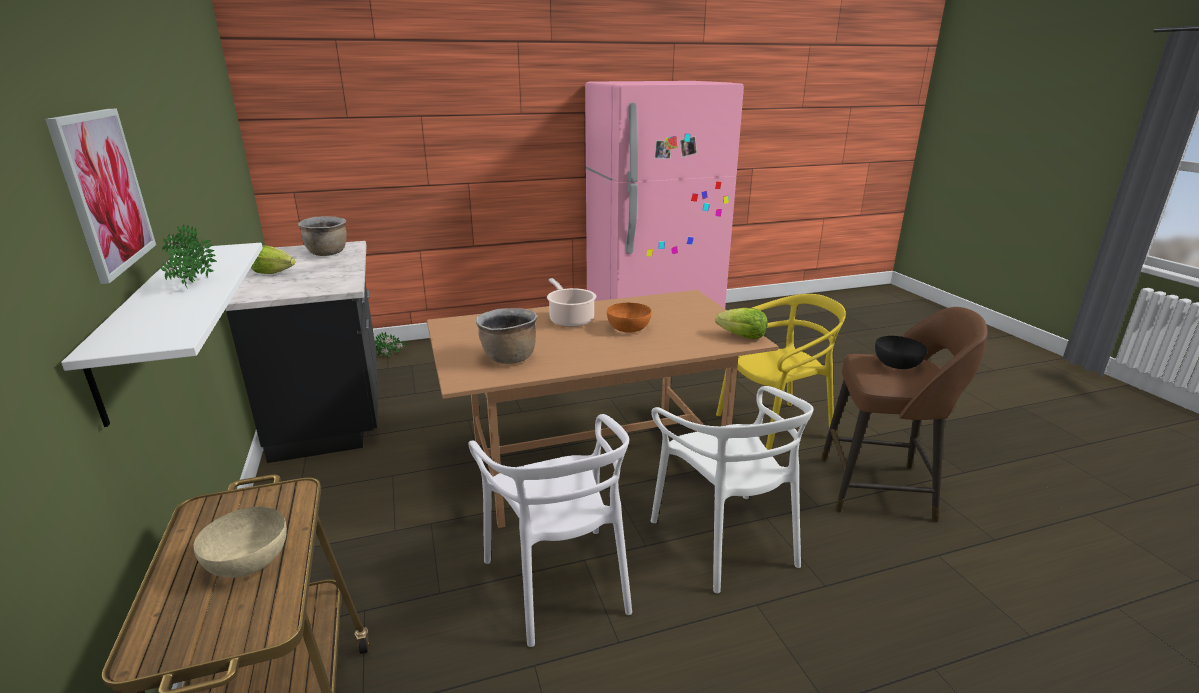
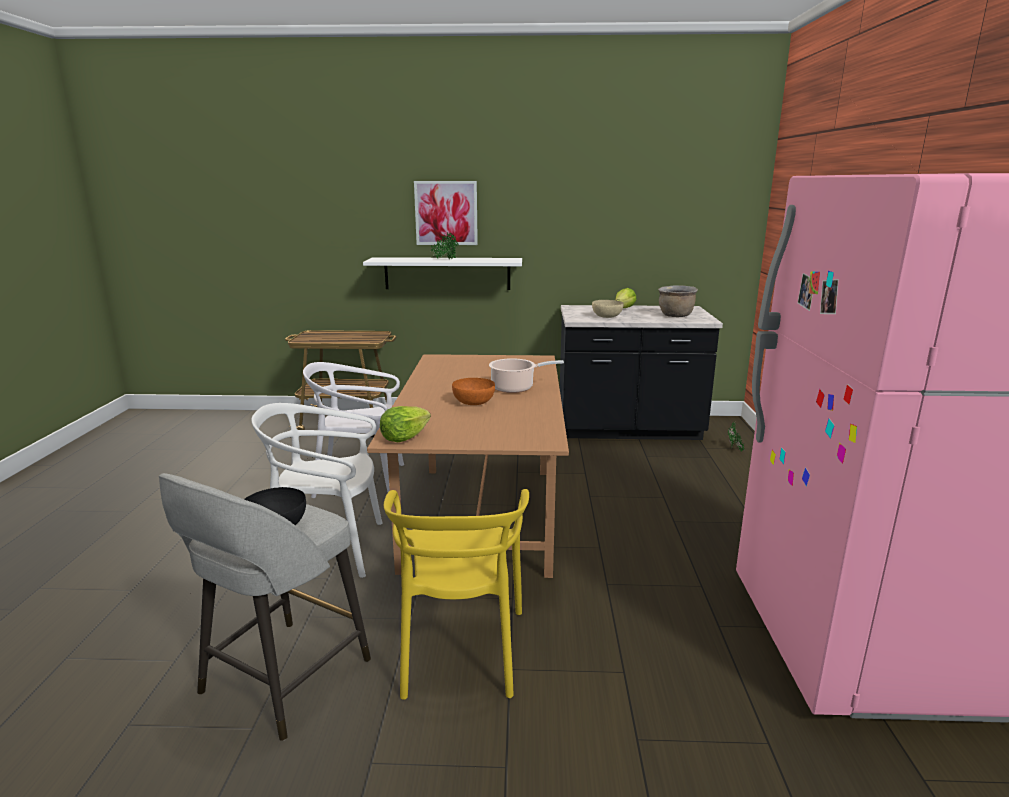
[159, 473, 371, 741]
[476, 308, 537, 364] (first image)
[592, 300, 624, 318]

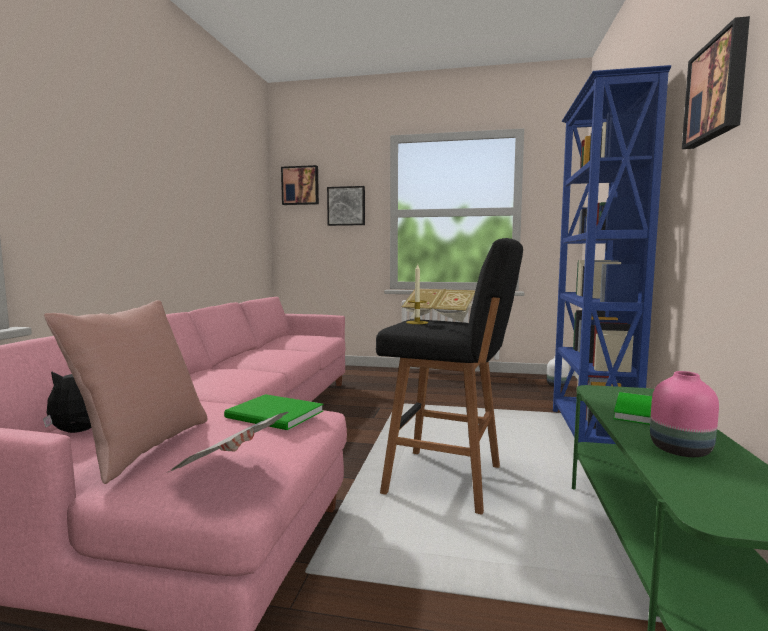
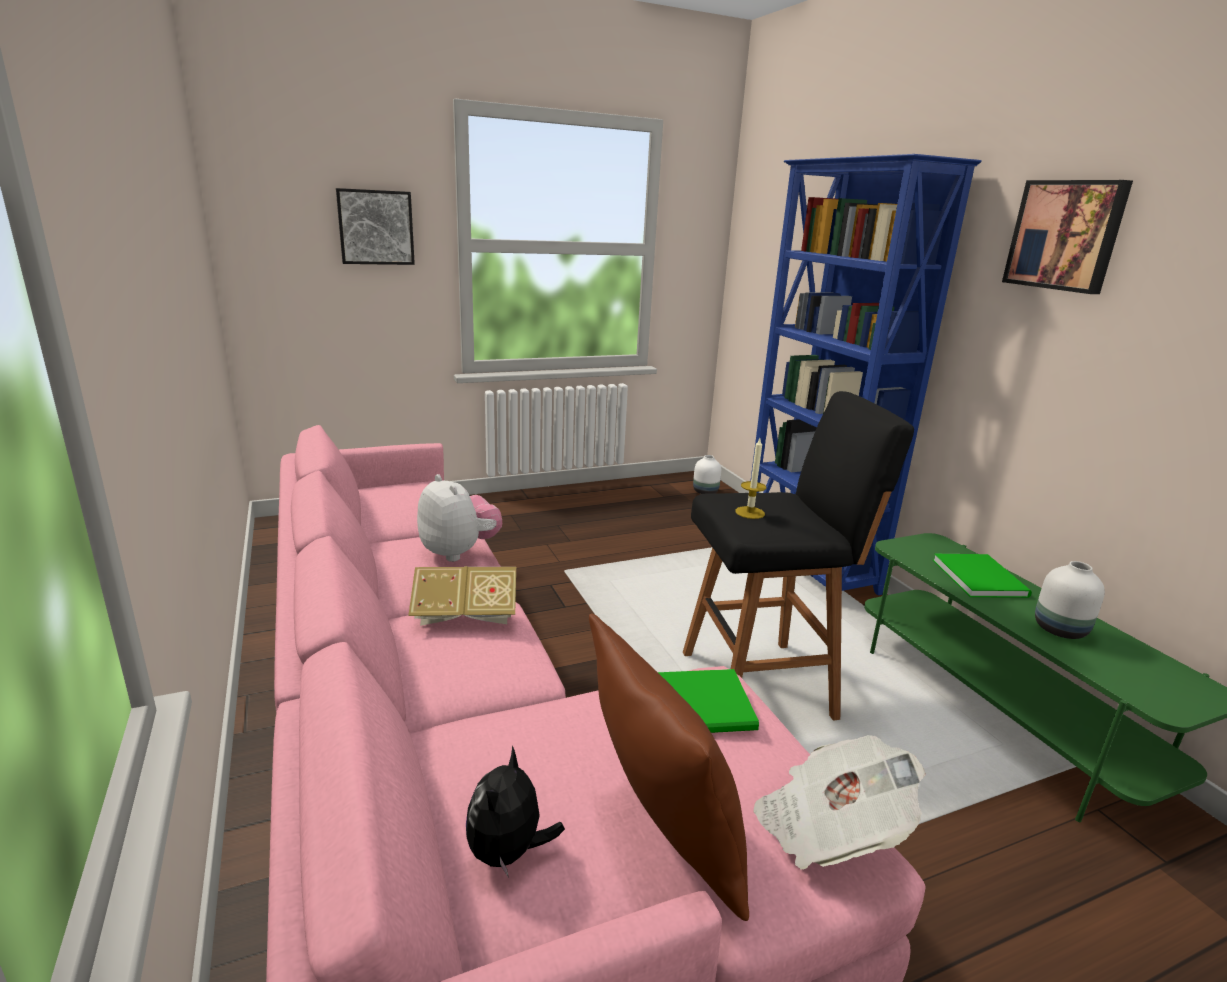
[281, 165, 319, 205] (first image)
[408, 566, 516, 626]
[589, 613, 749, 921]
[1035, 561, 1105, 639]
[417, 474, 502, 562]

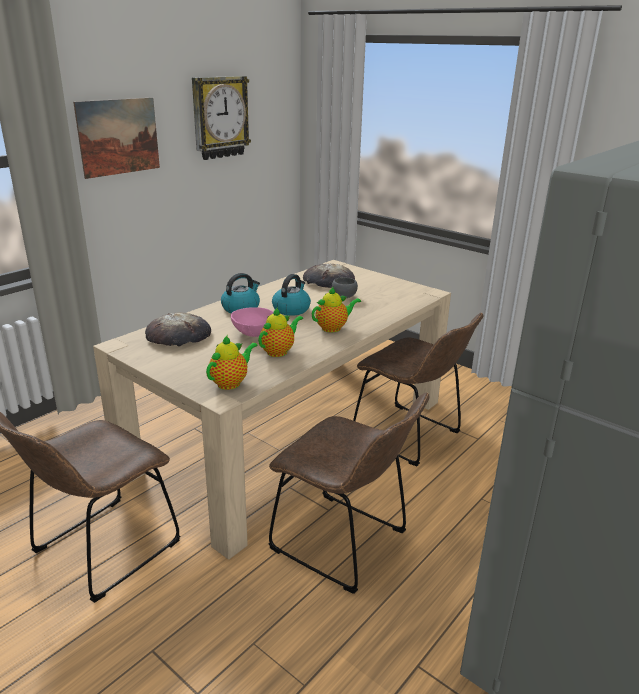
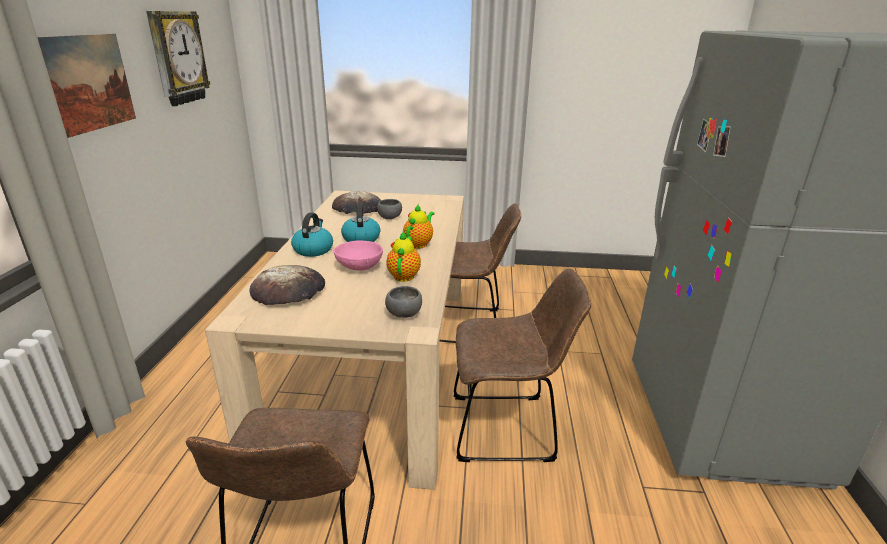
[385, 286, 422, 318]

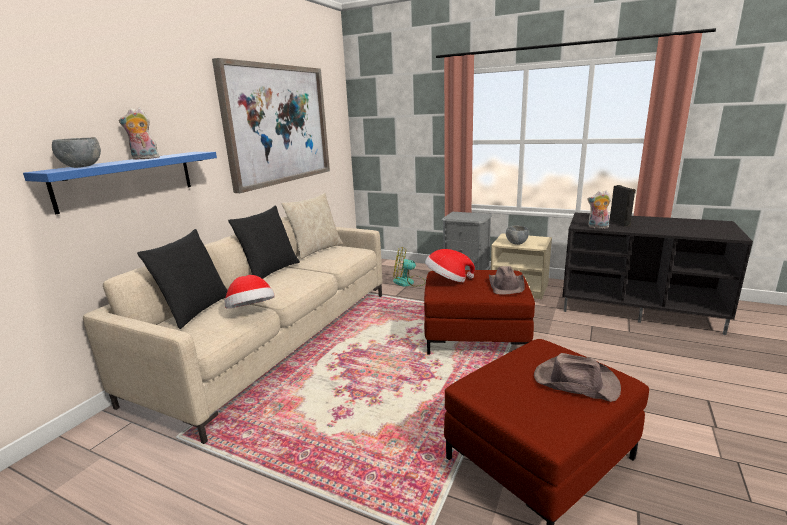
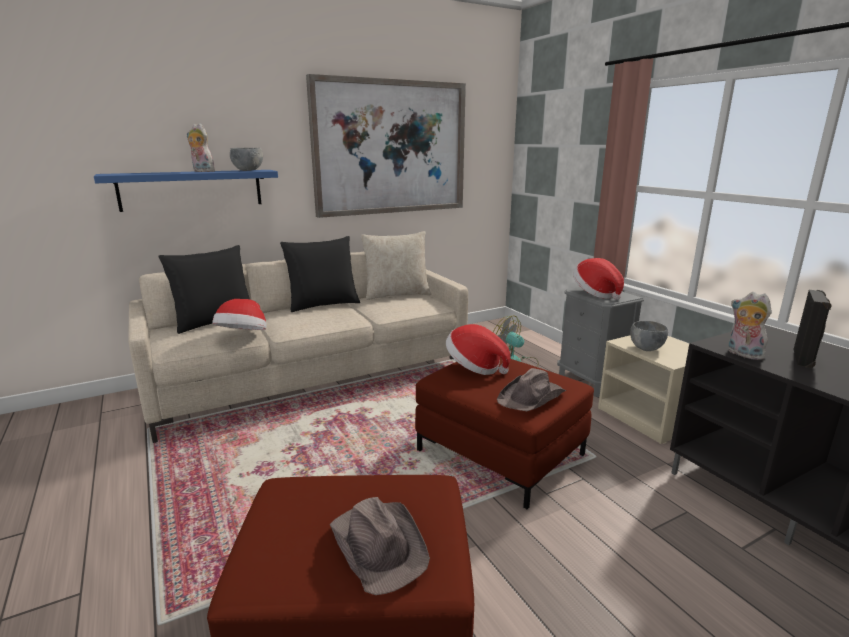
[230, 148, 263, 171]
[573, 258, 624, 300]

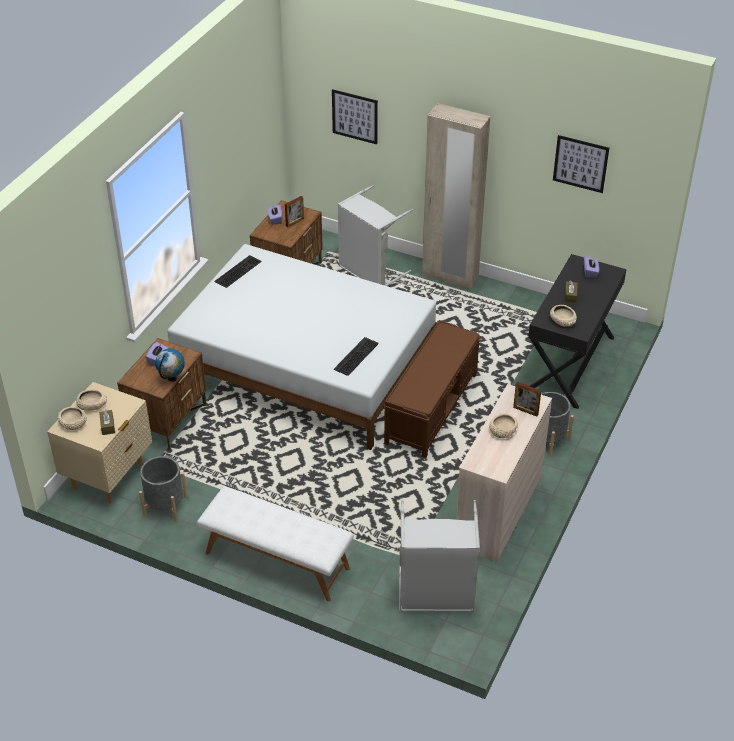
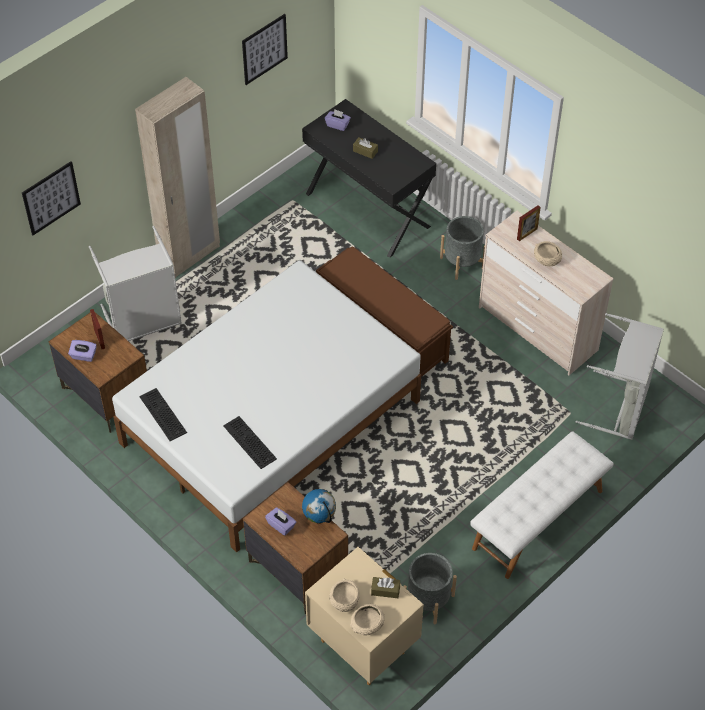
[550, 305, 577, 327] (first image)
[223, 416, 277, 469]

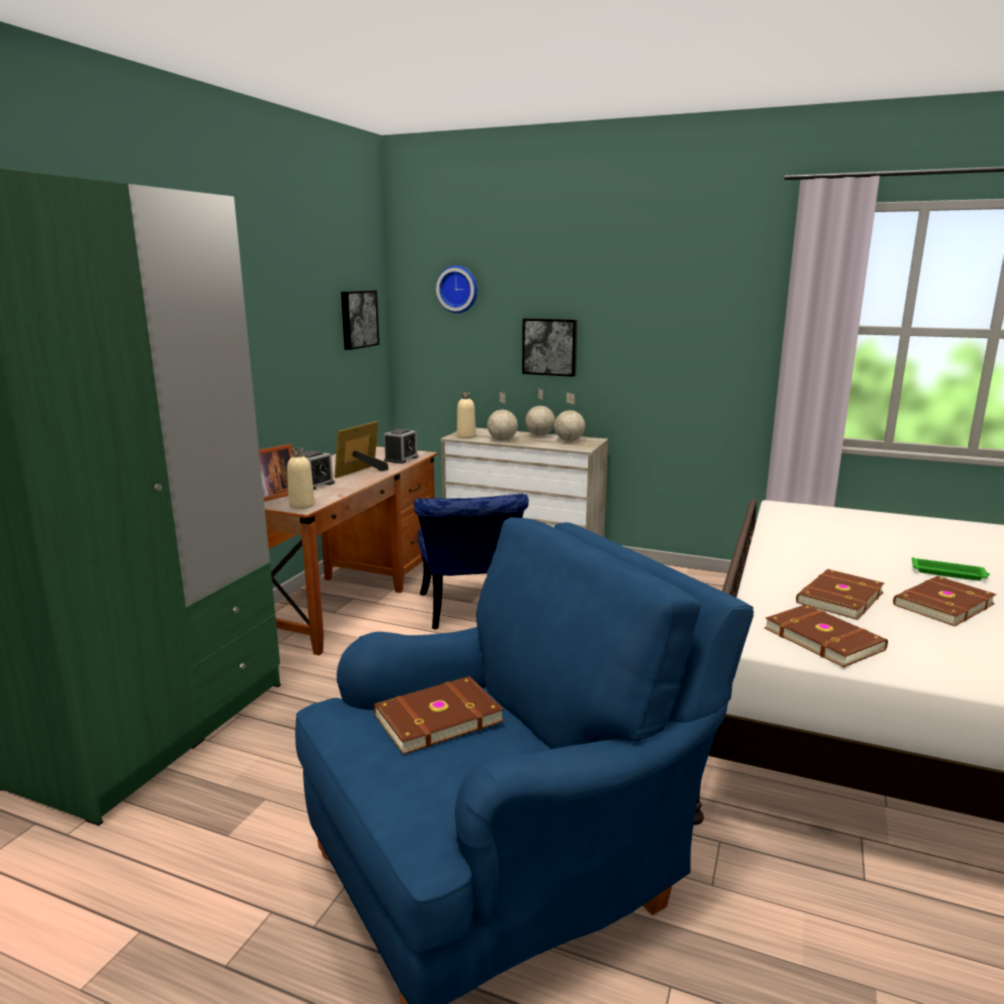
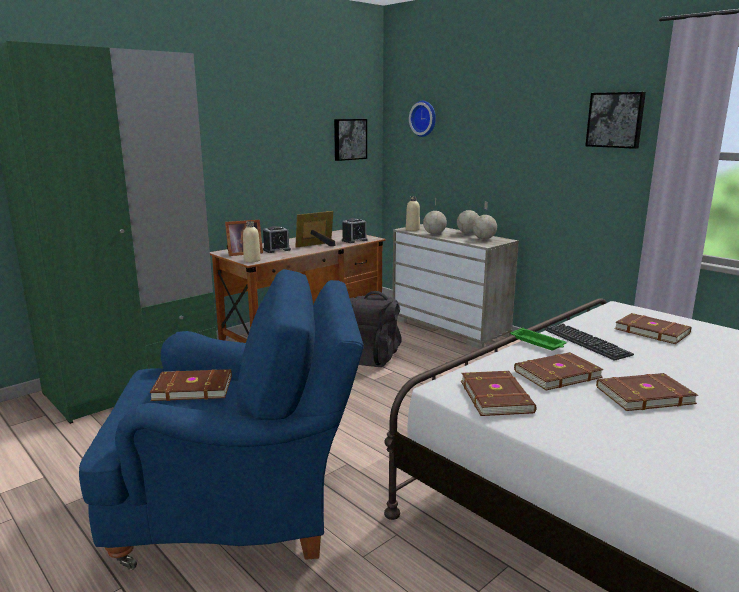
[585, 92, 646, 149]
[350, 291, 402, 367]
[510, 328, 567, 350]
[615, 313, 691, 344]
[544, 323, 634, 361]

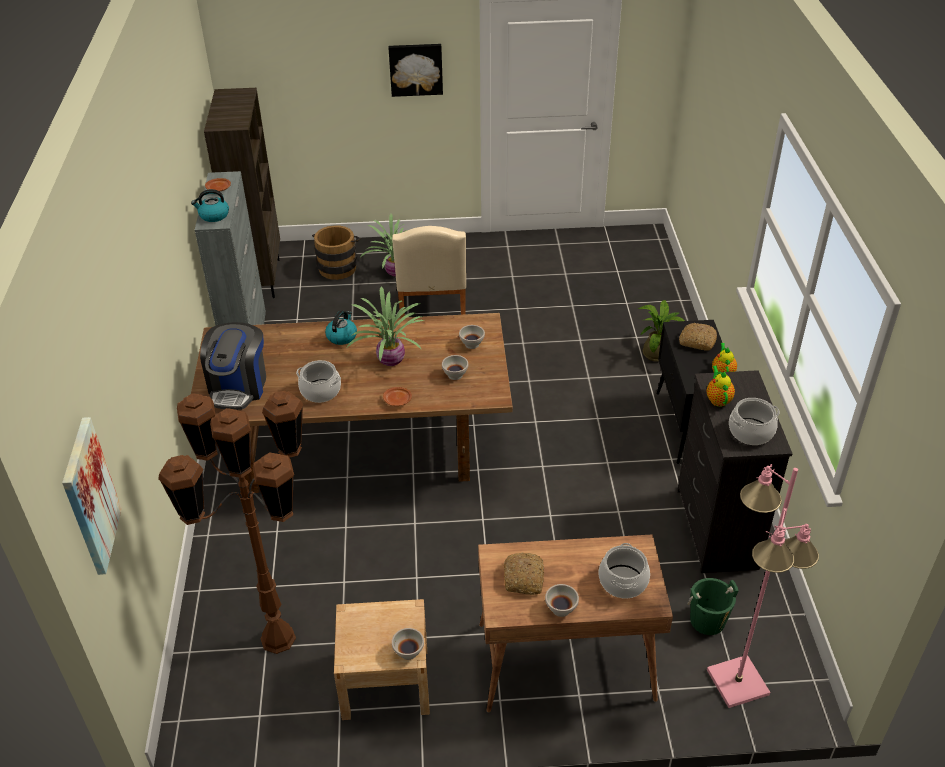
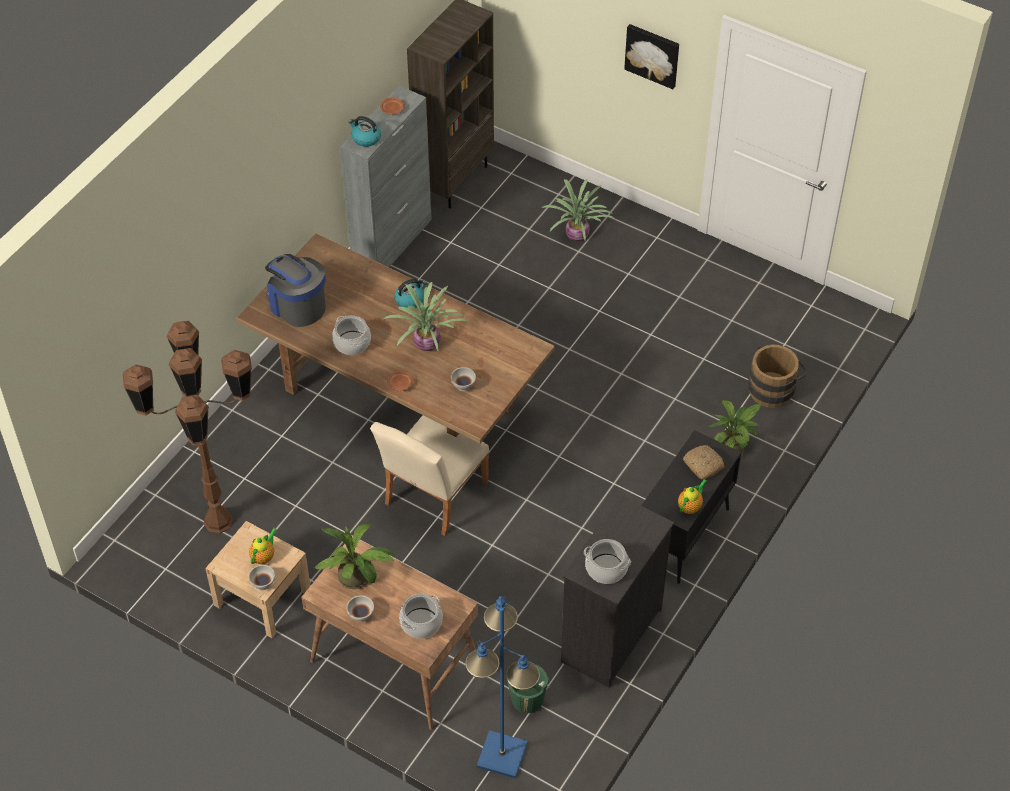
[748, 344, 807, 408]
[370, 415, 490, 536]
[265, 254, 326, 327]
[459, 325, 485, 349] (first image)
[249, 528, 277, 564]
[62, 417, 122, 575] (first image)
[465, 596, 540, 778]
[314, 524, 395, 589]

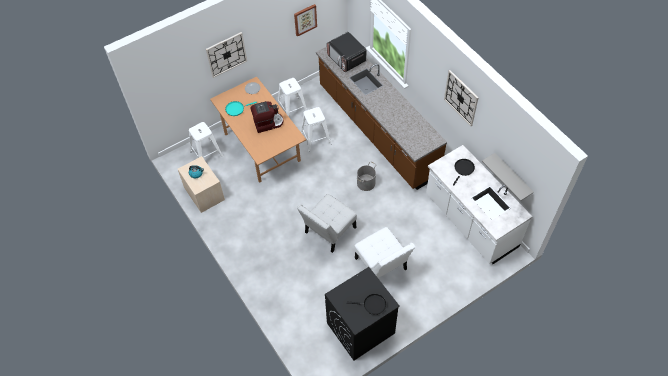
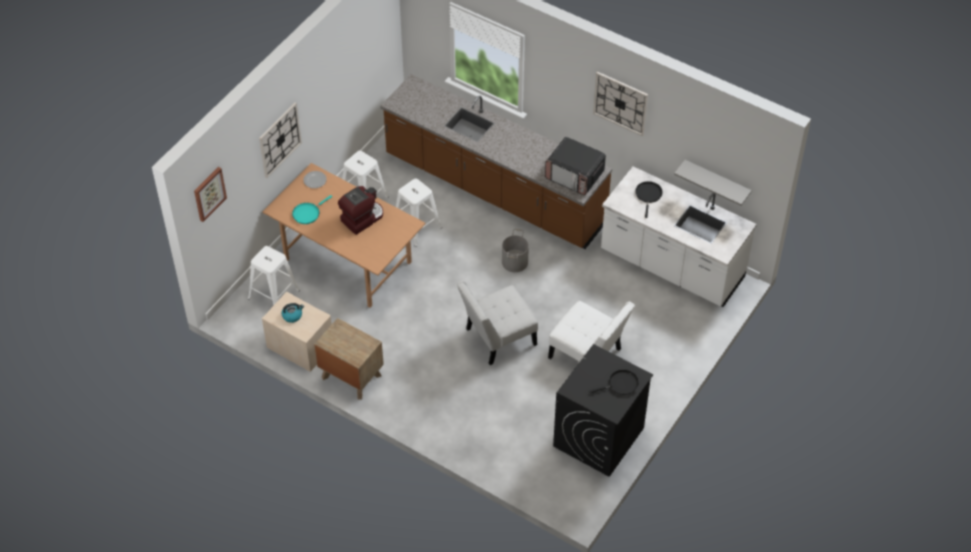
[194, 167, 227, 222]
[545, 137, 606, 195]
[457, 281, 538, 365]
[314, 318, 384, 400]

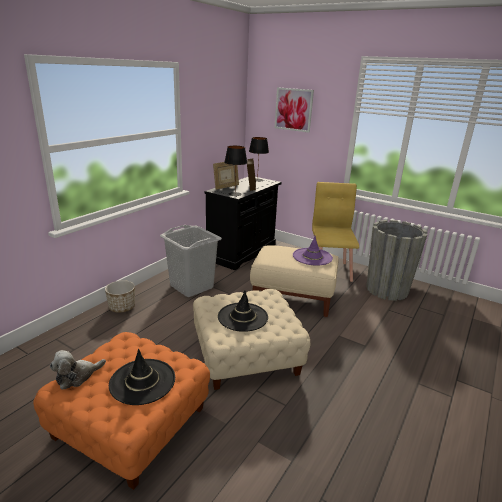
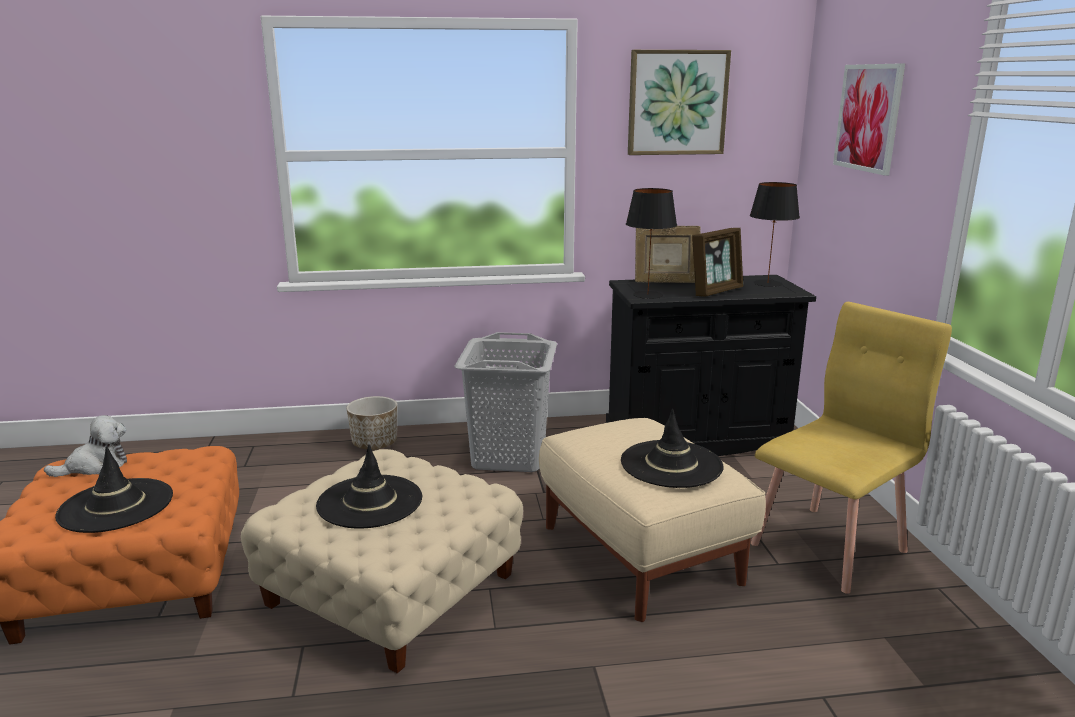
[366, 220, 428, 301] (first image)
[621, 408, 723, 488]
[44, 415, 127, 477]
[628, 50, 731, 155]

